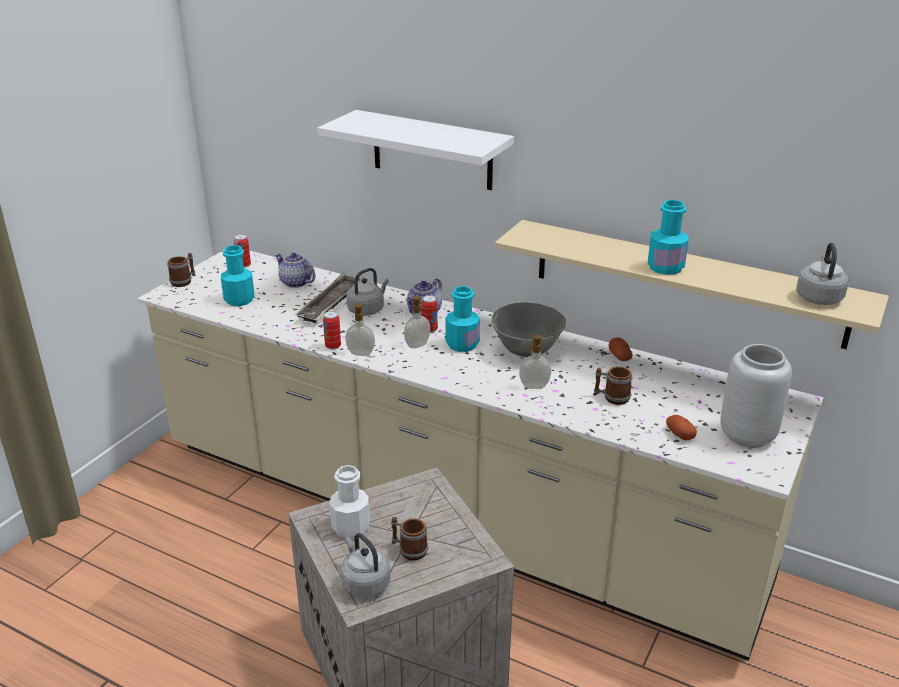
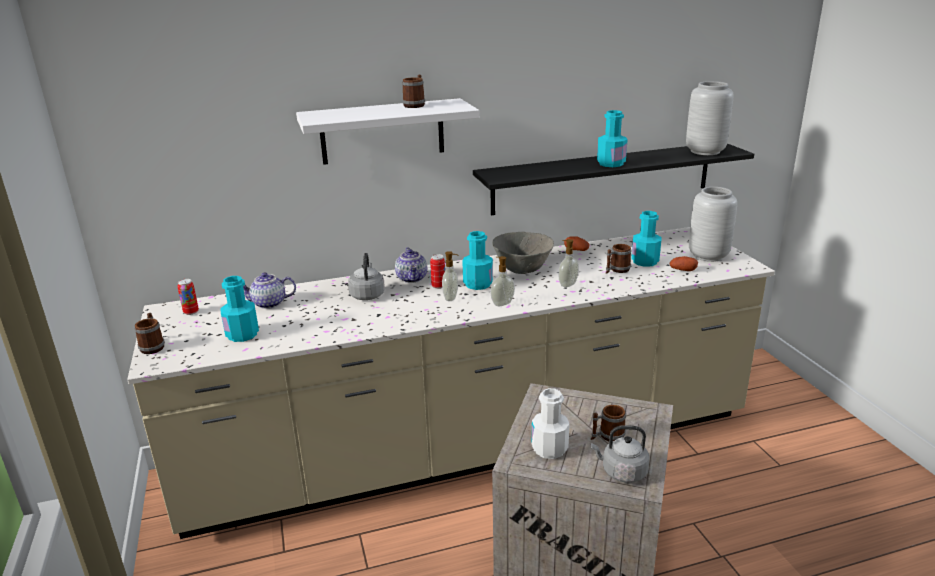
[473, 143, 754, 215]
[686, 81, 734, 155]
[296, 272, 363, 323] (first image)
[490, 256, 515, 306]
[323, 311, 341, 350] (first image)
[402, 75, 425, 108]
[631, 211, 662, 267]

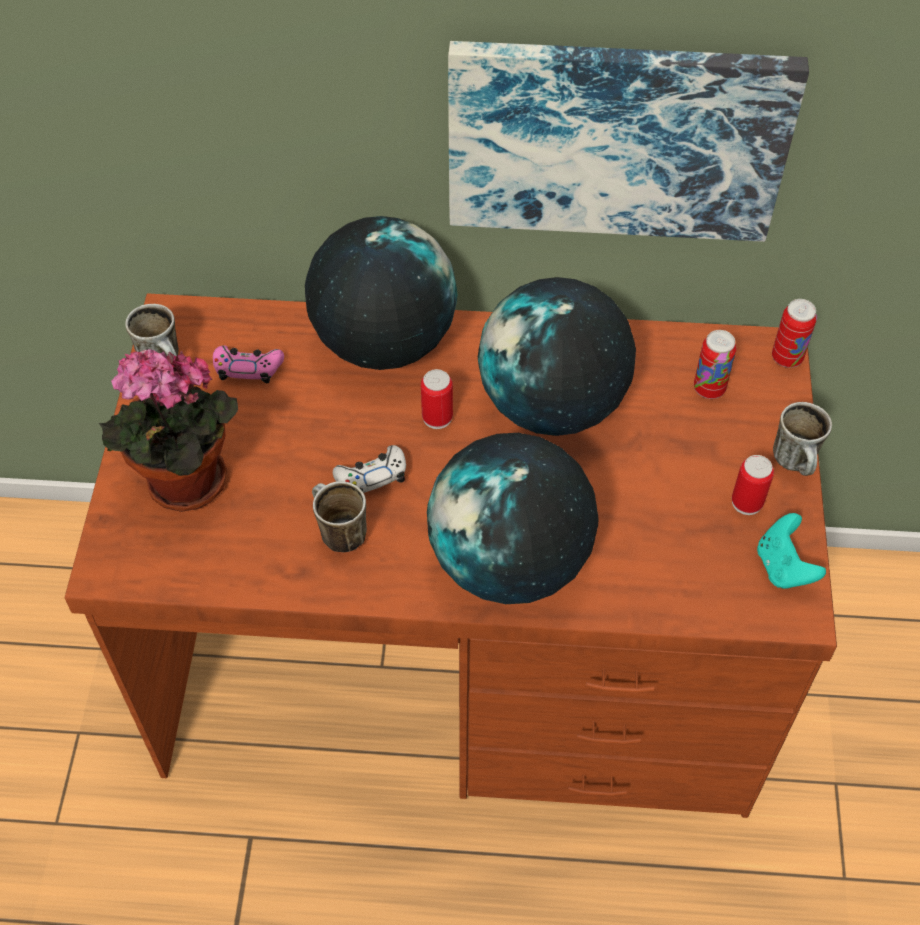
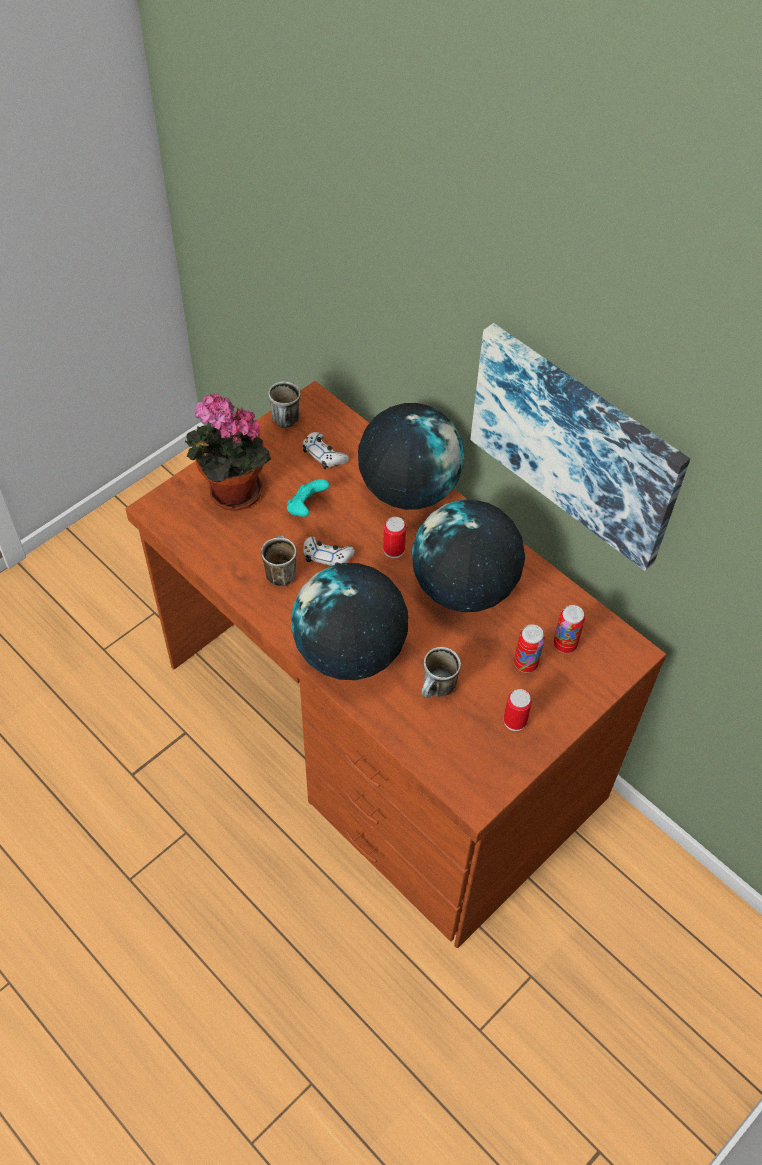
[514, 624, 545, 673]
[303, 432, 349, 470]
[421, 647, 461, 698]
[287, 479, 329, 517]

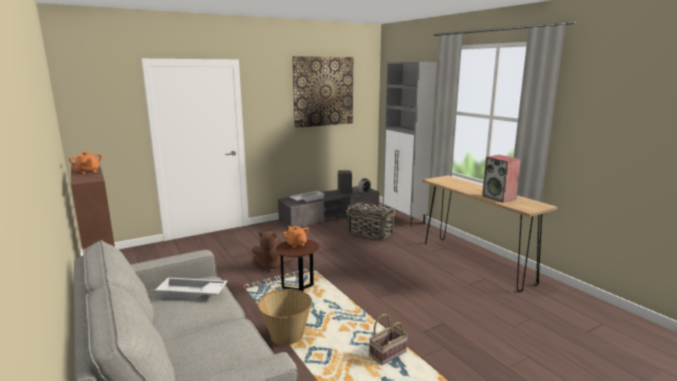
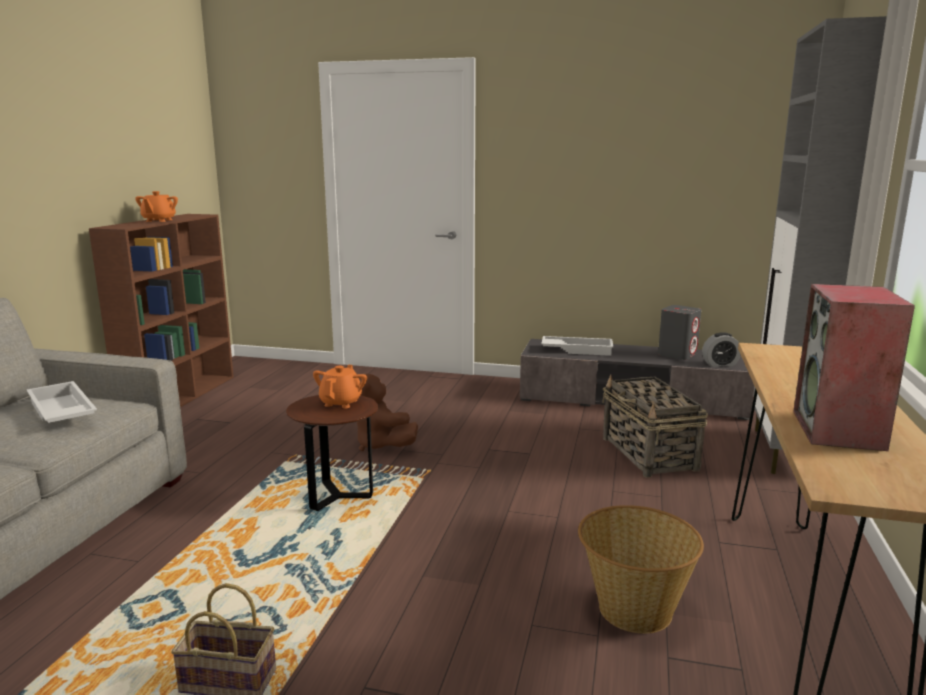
[292, 56, 353, 128] (first image)
[578, 505, 704, 634]

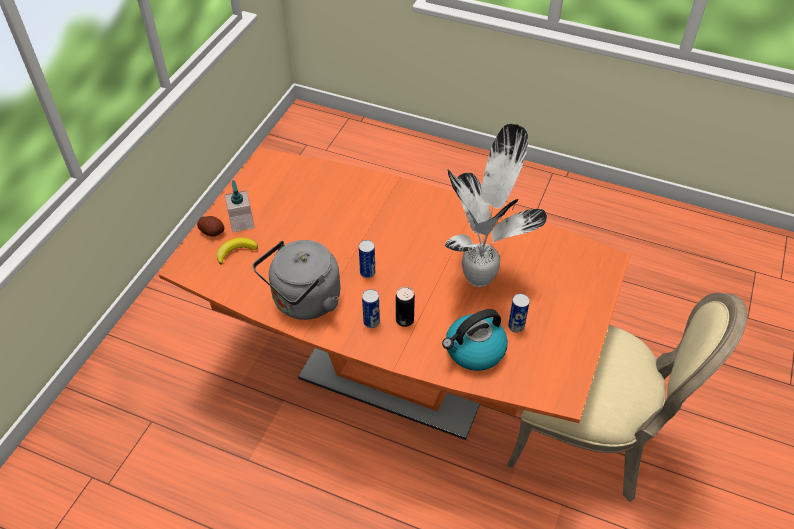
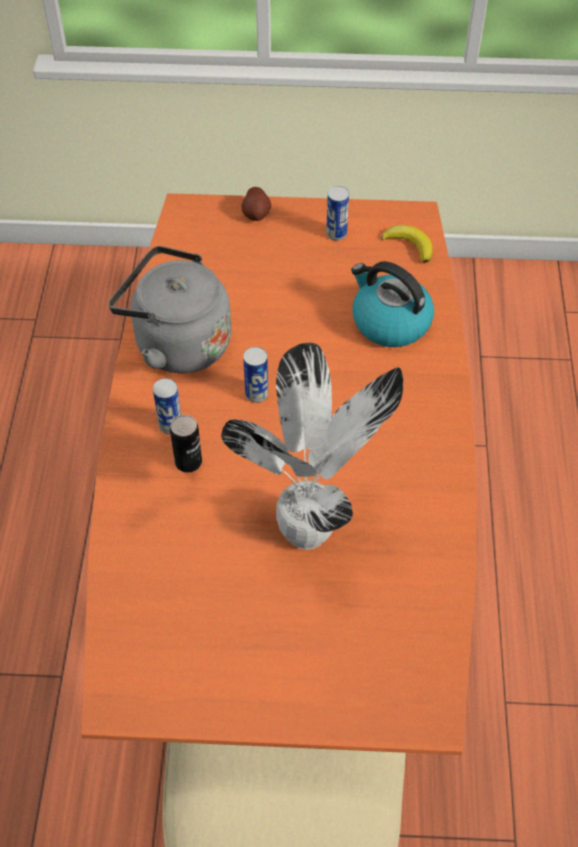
[225, 180, 254, 232] (first image)
[381, 225, 433, 263]
[326, 186, 349, 241]
[351, 261, 434, 347]

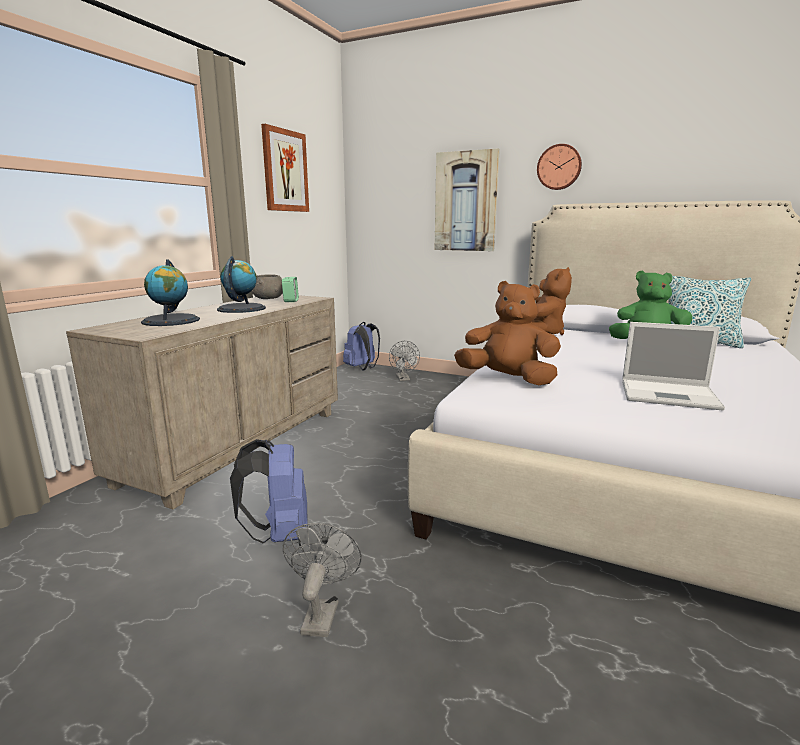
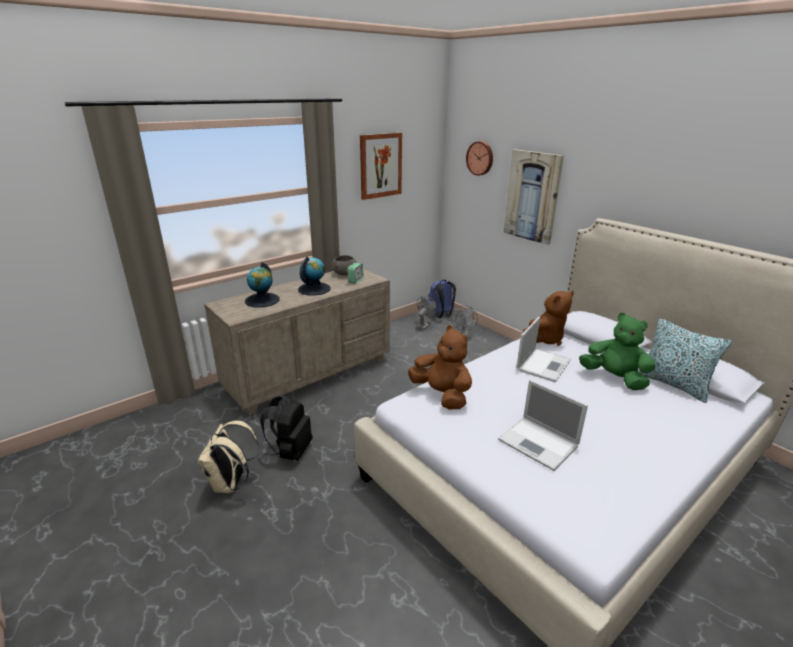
[466, 141, 493, 176]
[260, 395, 313, 460]
[416, 296, 439, 330]
[517, 317, 571, 382]
[198, 420, 259, 493]

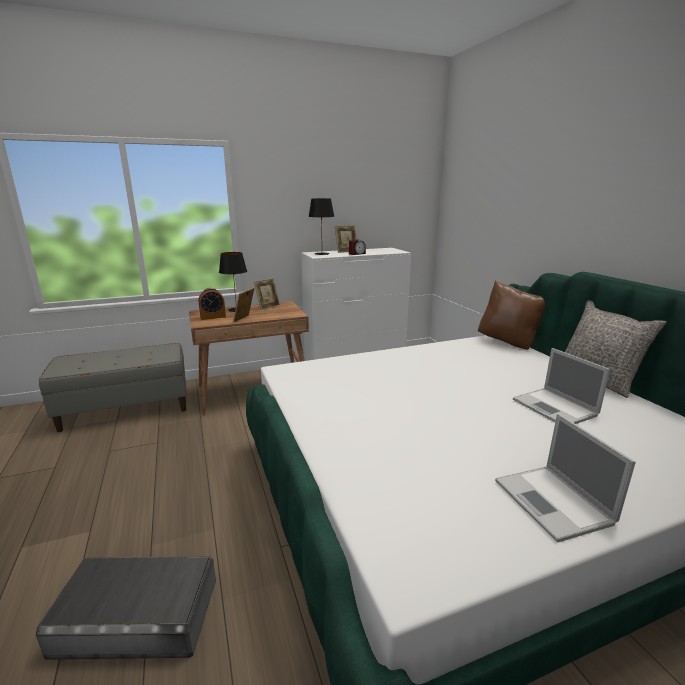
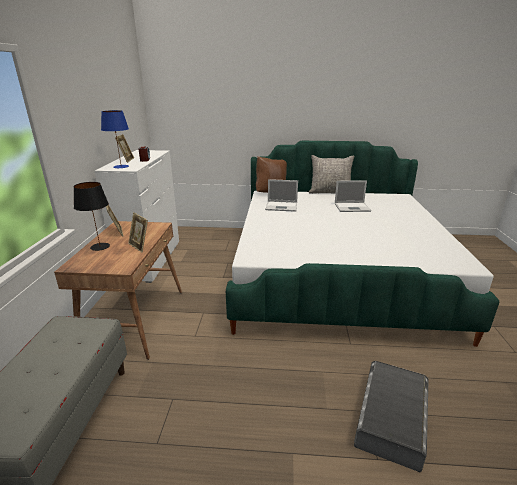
[101, 110, 129, 169]
[199, 288, 226, 320] (first image)
[265, 179, 298, 212]

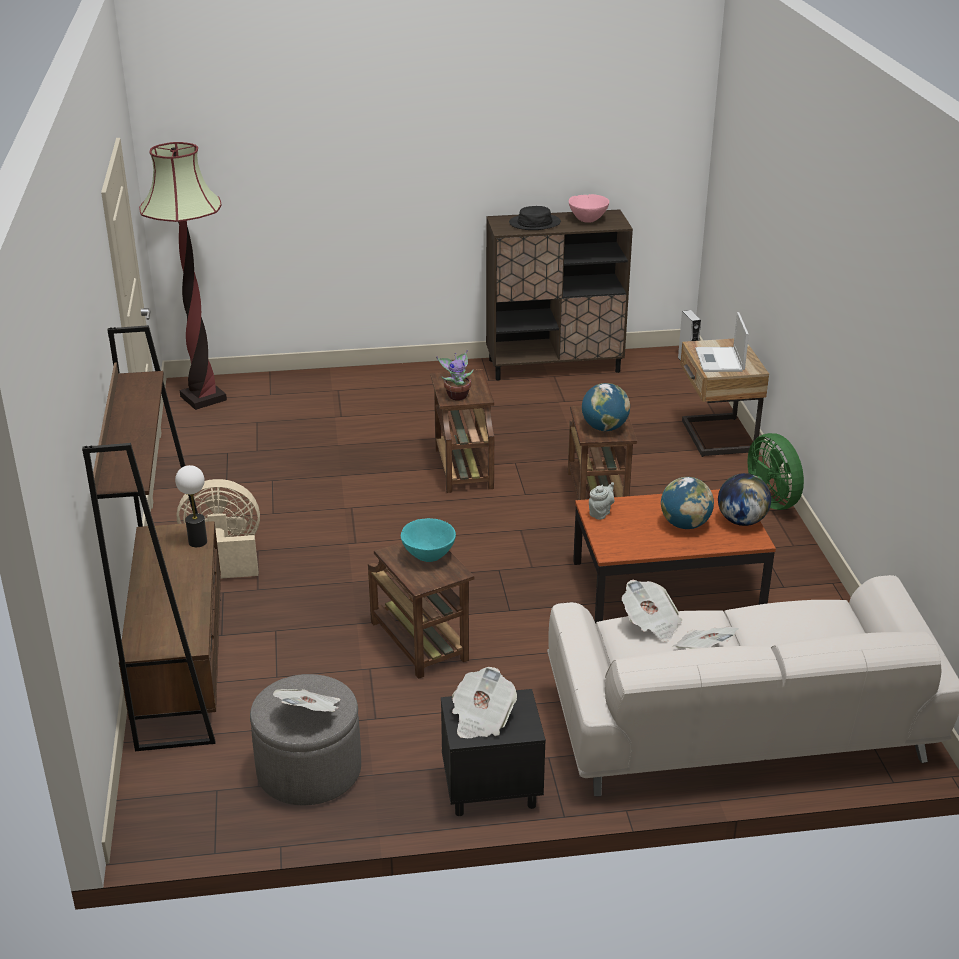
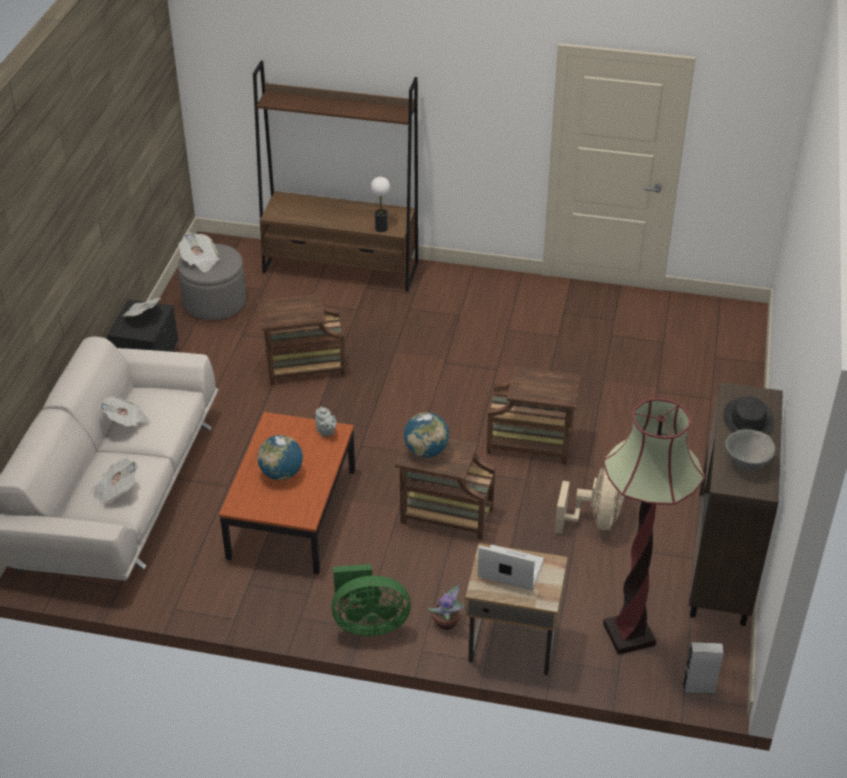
[603, 398, 705, 655]
[725, 429, 775, 470]
[427, 581, 465, 630]
[718, 473, 771, 526] (first image)
[555, 466, 624, 534]
[401, 518, 456, 562] (first image)
[91, 458, 138, 504]

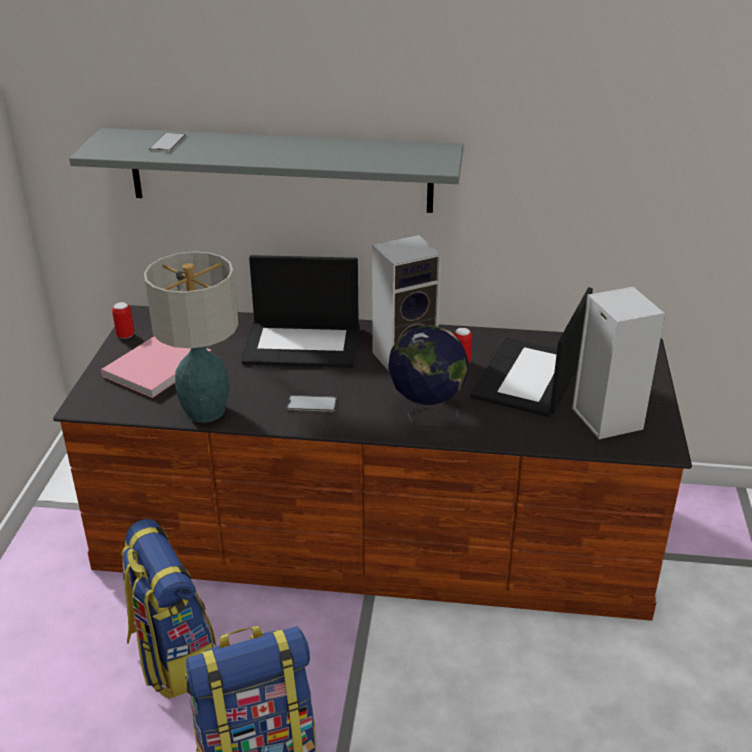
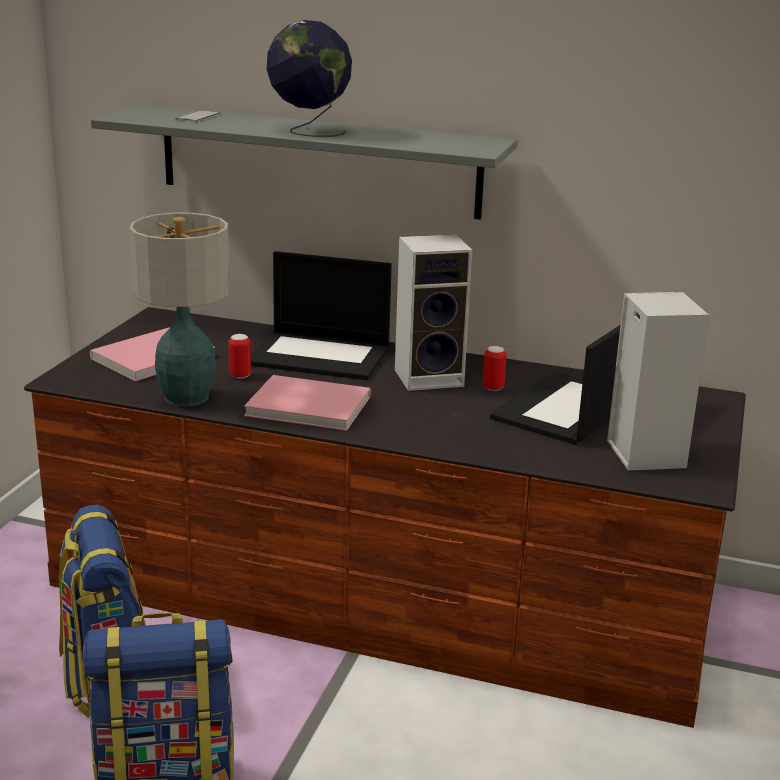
[228, 334, 251, 379]
[267, 20, 352, 137]
[244, 375, 371, 431]

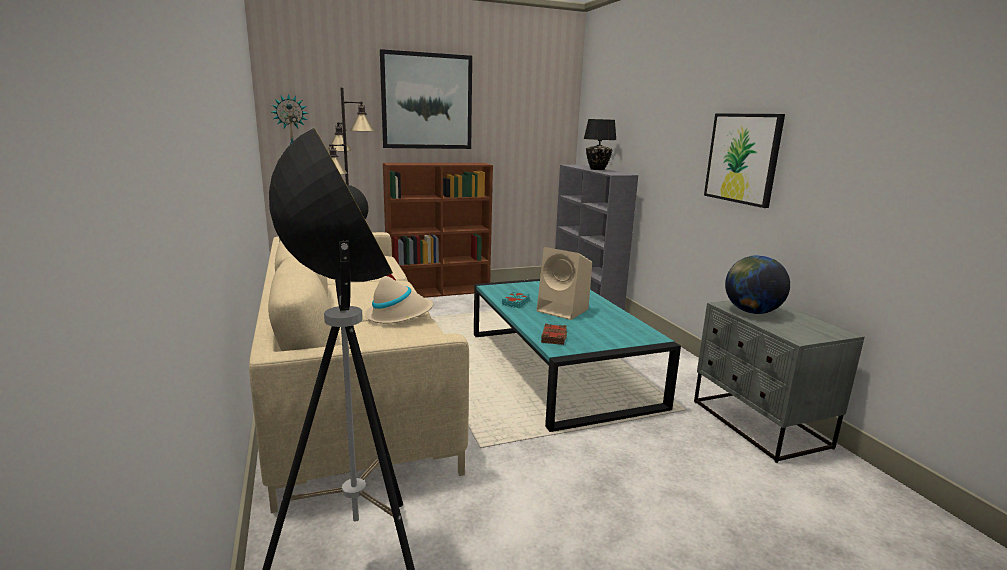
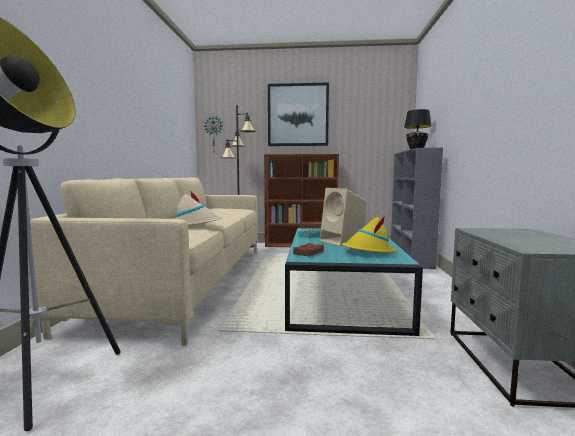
[704, 113, 785, 208] (first image)
[725, 255, 790, 314] (first image)
[342, 215, 396, 253]

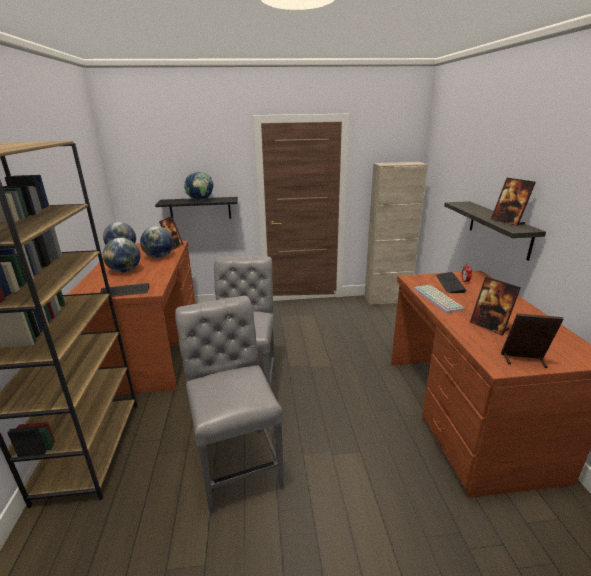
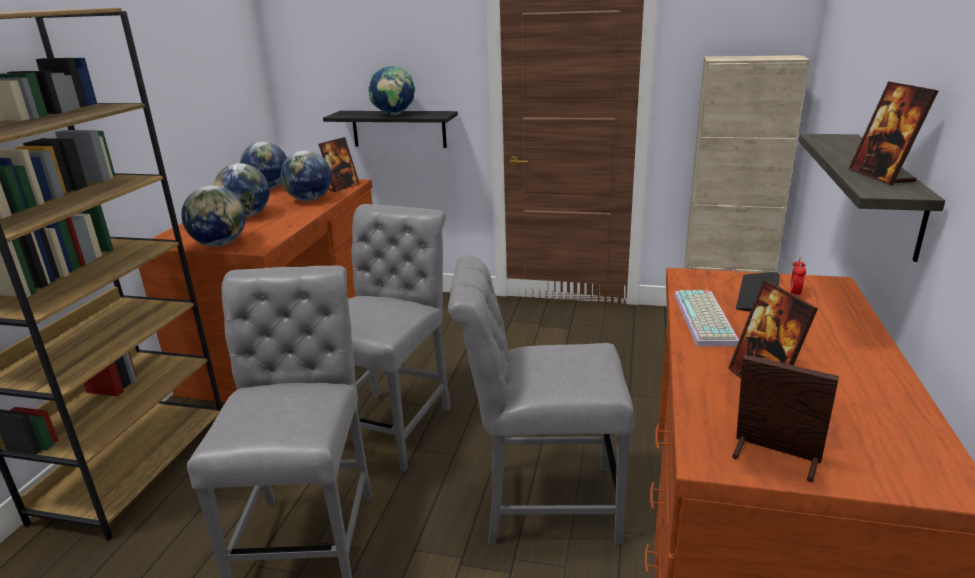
[181, 186, 246, 246]
[448, 255, 634, 545]

